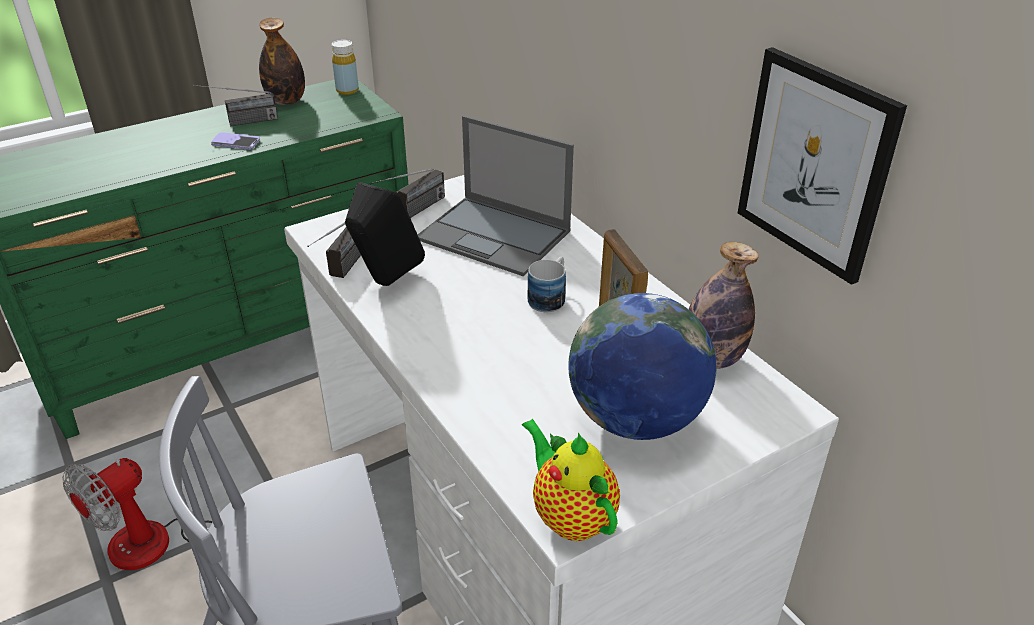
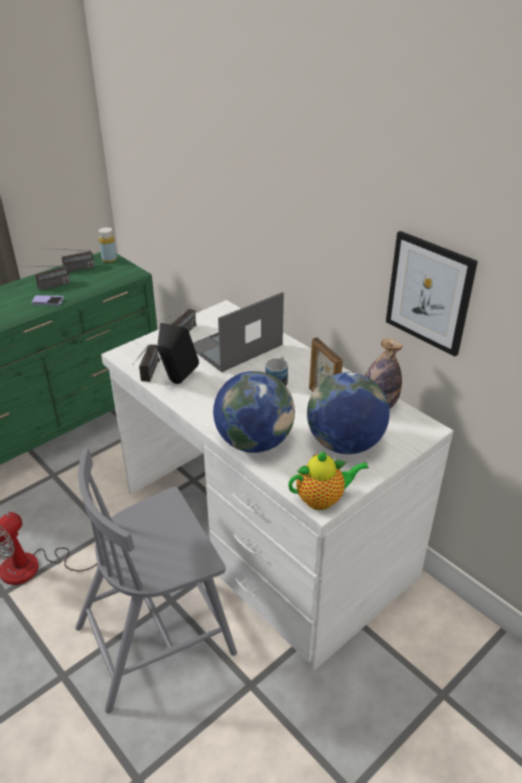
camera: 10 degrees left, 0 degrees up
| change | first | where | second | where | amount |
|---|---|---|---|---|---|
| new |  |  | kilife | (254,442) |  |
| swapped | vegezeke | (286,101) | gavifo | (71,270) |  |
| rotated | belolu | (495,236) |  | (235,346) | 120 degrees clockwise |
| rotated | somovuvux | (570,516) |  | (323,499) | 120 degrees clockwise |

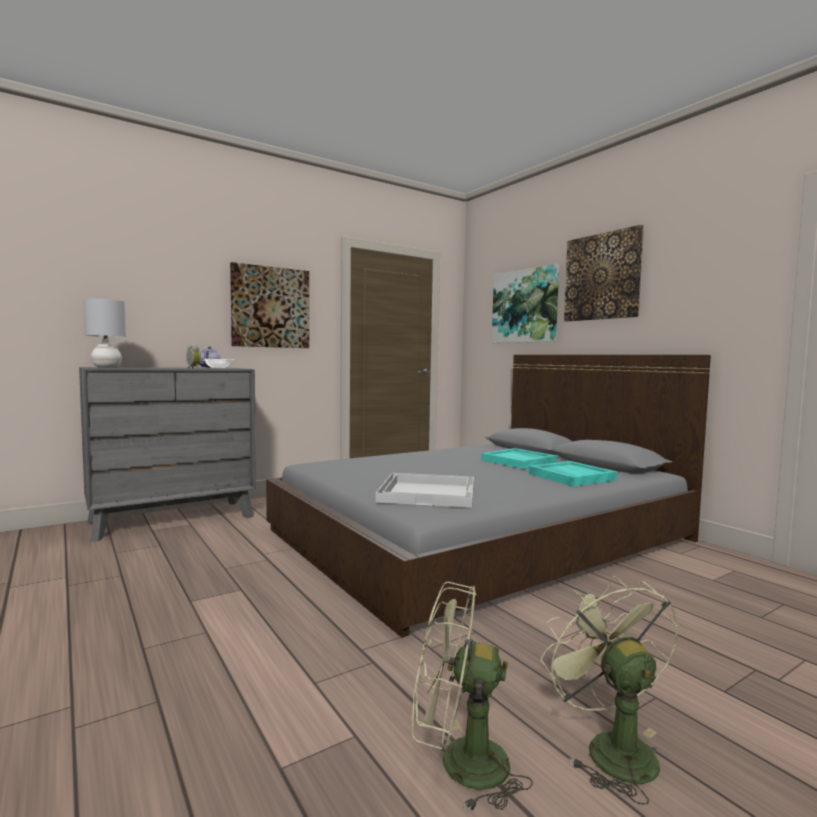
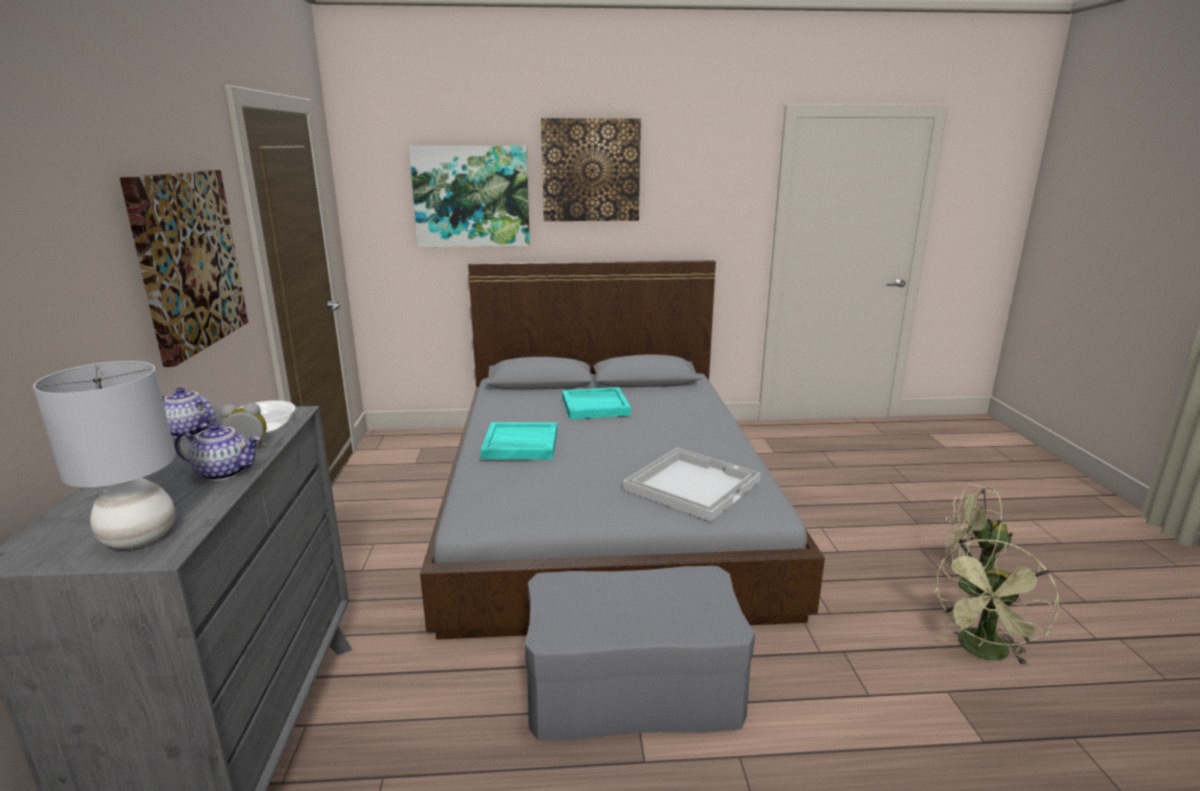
camera: 60 degrees left, 15 degrees up
| change | first | where | second | where | amount |
|---|---|---|---|---|---|
| new |  |  | somovuvux | (225,472) |  |
| new |  |  | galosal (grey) | (633,686) |  |
| shifted | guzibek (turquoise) | (570,476) |  | (520,444) |  |

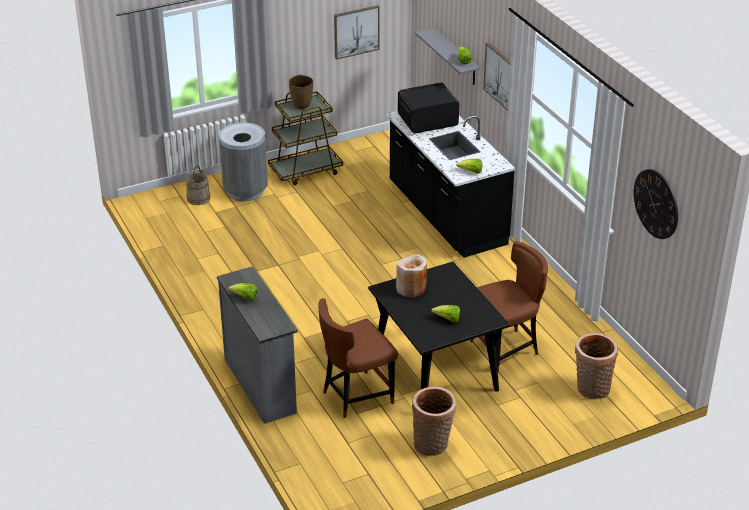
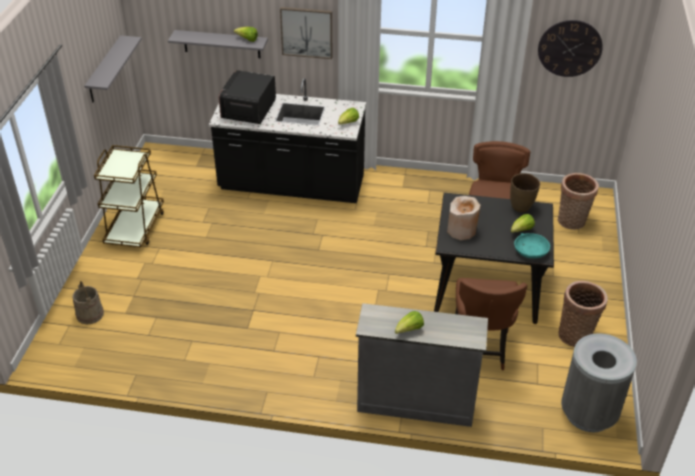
camera: 55 degrees left, 5 degrees up
| change | first | where | second | where | amount |
|---|---|---|---|---|---|
| new |  |  | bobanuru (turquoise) | (530,250) |  |
| shifted | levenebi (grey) | (245,191) |  | (588,414) |  |
| shifted | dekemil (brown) | (302,105) |  | (521,207) |  |
| swapped | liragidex | (356,31) | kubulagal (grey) | (105,70) |  |

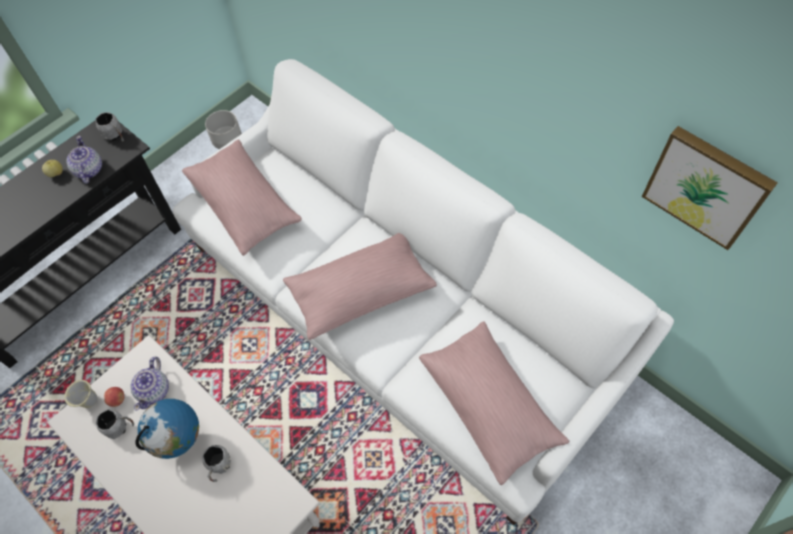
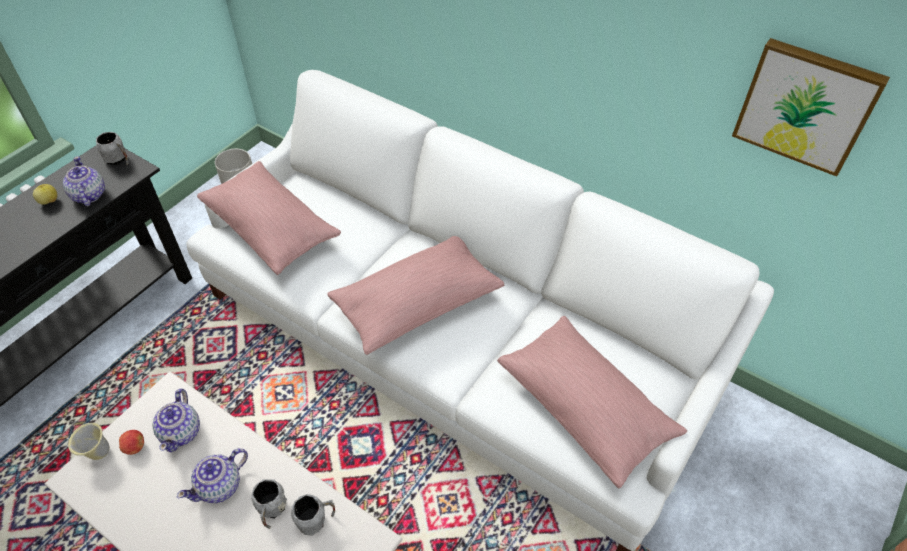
camera: 10 degrees left, 10 degrees down
| change | first | where | second | where | amount |
|---|---|---|---|---|---|
| shifted | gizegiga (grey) | (120,427) |  | (316,520) |  |
| swapped | kilife | (181,441) | somovuvux | (220,486) |  |

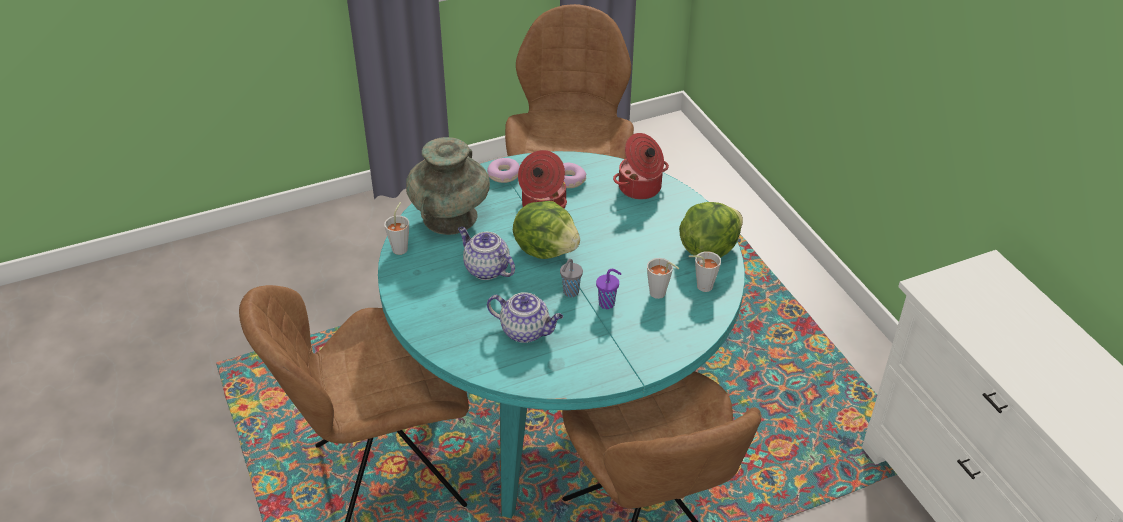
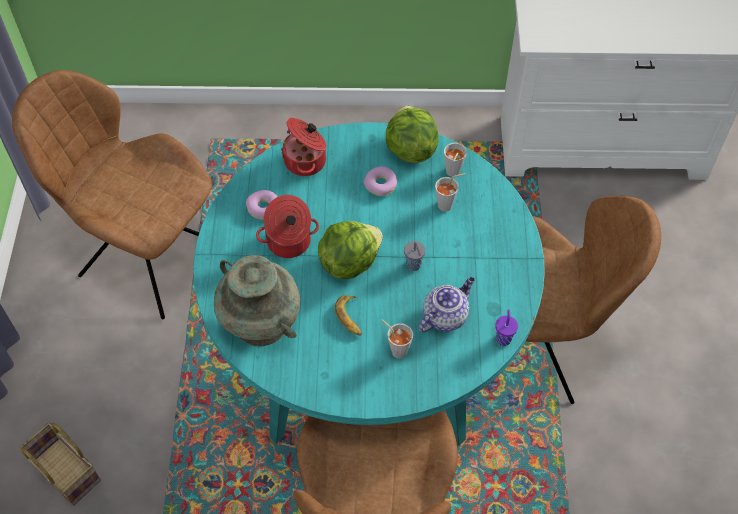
camera: 65 degrees left, 15 degrees up
| change | first | where | second | where | amount |
|---|---|---|---|---|---|
| new |  |  | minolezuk | (63,472) |  |
| shifted | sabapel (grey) | (401,247) |  | (396,349) |  |
| shifted | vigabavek | (504,175) |  | (381,185) |  |
| shifted | sabapel (purple) | (607,303) |  | (503,338) |  |
| swapped | somovuvux | (485,269) | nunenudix | (350,318) |  |

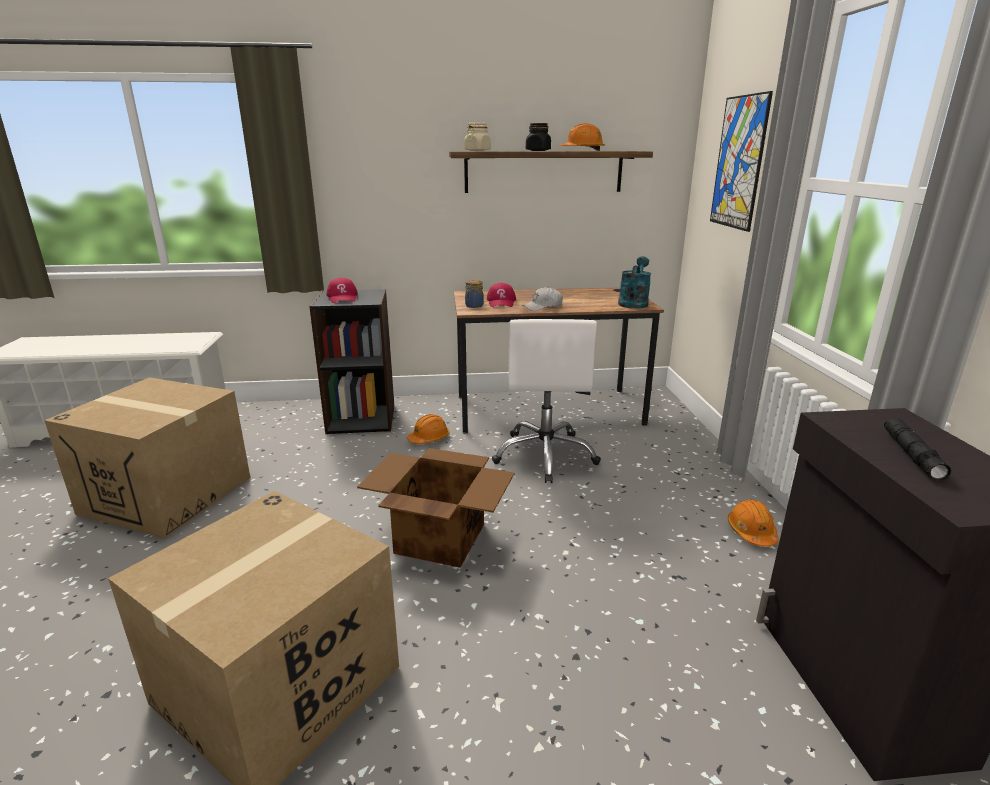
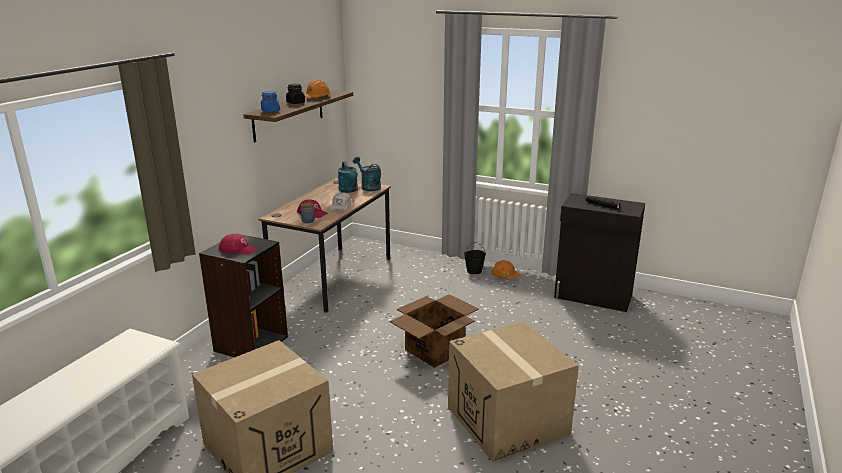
camera: 60 degrees left, 0 degrees up
| change | first | where | second | where | amount |
|---|---|---|---|---|---|
| gone | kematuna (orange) | (429,438) |  |  |  |
| gone | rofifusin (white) | (545,455) |  |  |  |
| gone | liragidex | (739,163) |  |  |  |
| new |  |  | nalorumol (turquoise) | (349,190) |  |
| new |  |  | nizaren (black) | (474,271) |  |
| repainted | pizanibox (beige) | (477,151) | pizanibox (blue) | (270,111) |  |

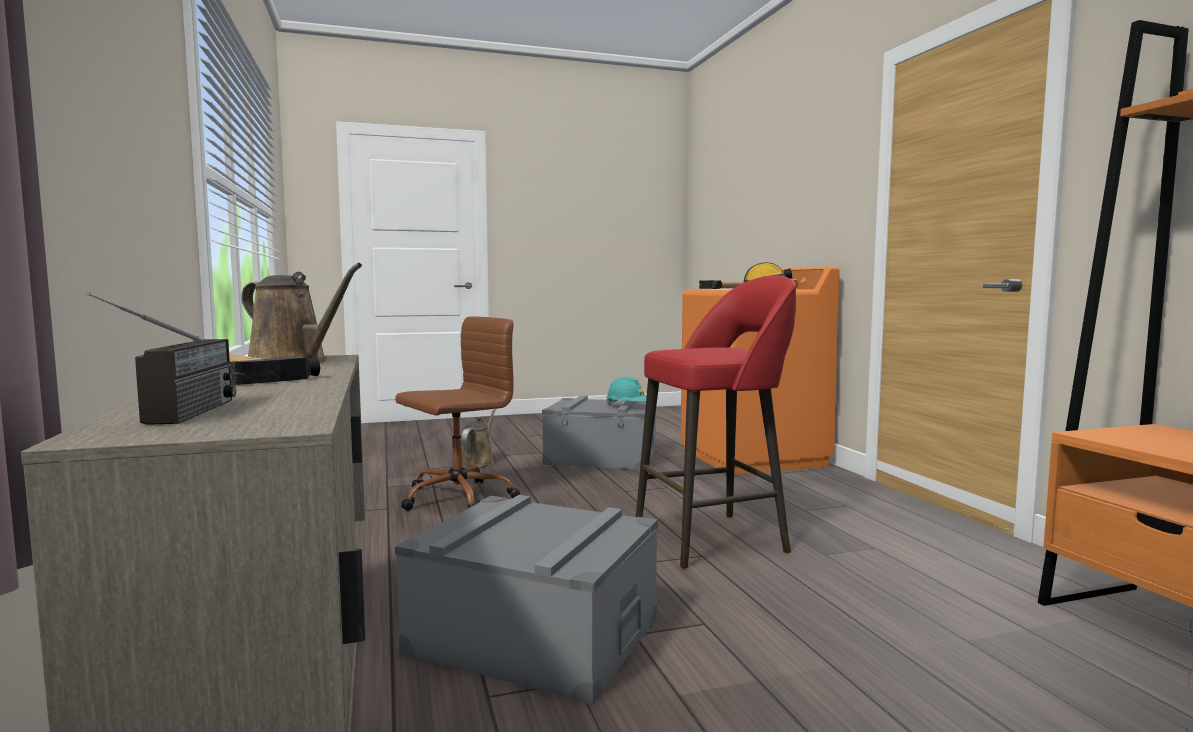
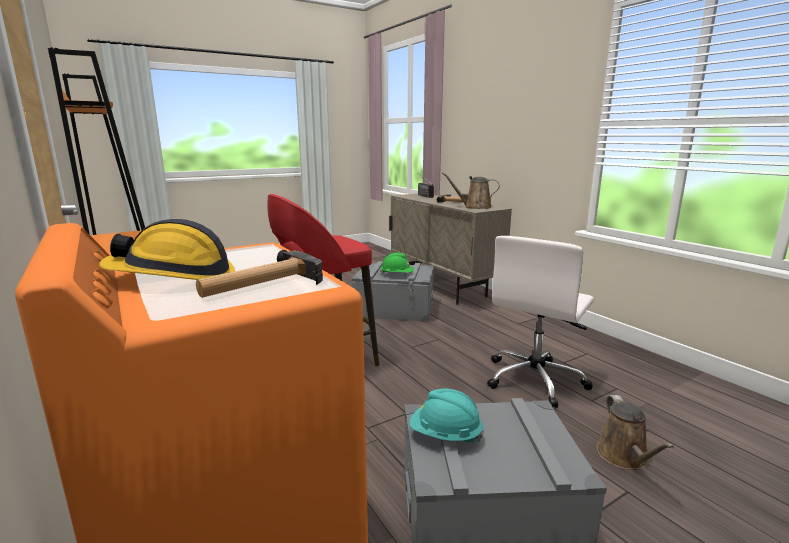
camera: 165 degrees right, 10 degrees up
| change | first | where | second | where | amount |
|---|---|---|---|---|---|
| new |  |  | kematuna (green) | (397,275) |  |
| repainted | rofifusin (brown) | (456,498) | rofifusin (white) | (535,379) |  |

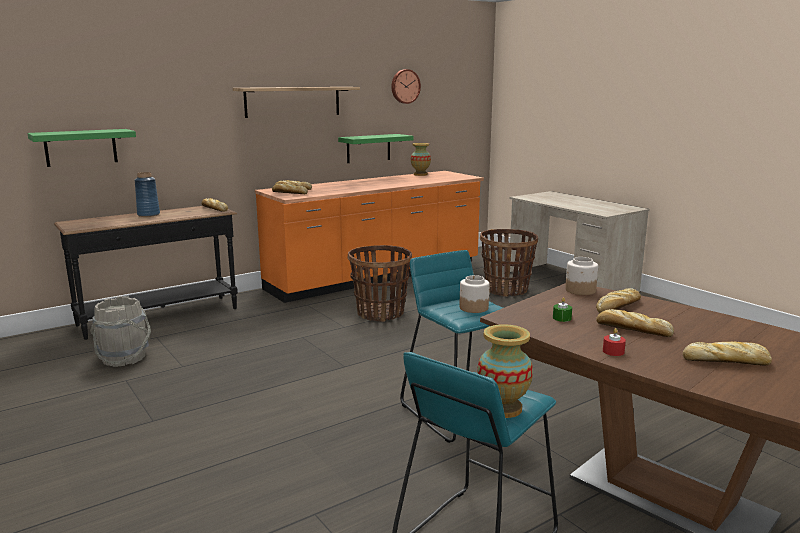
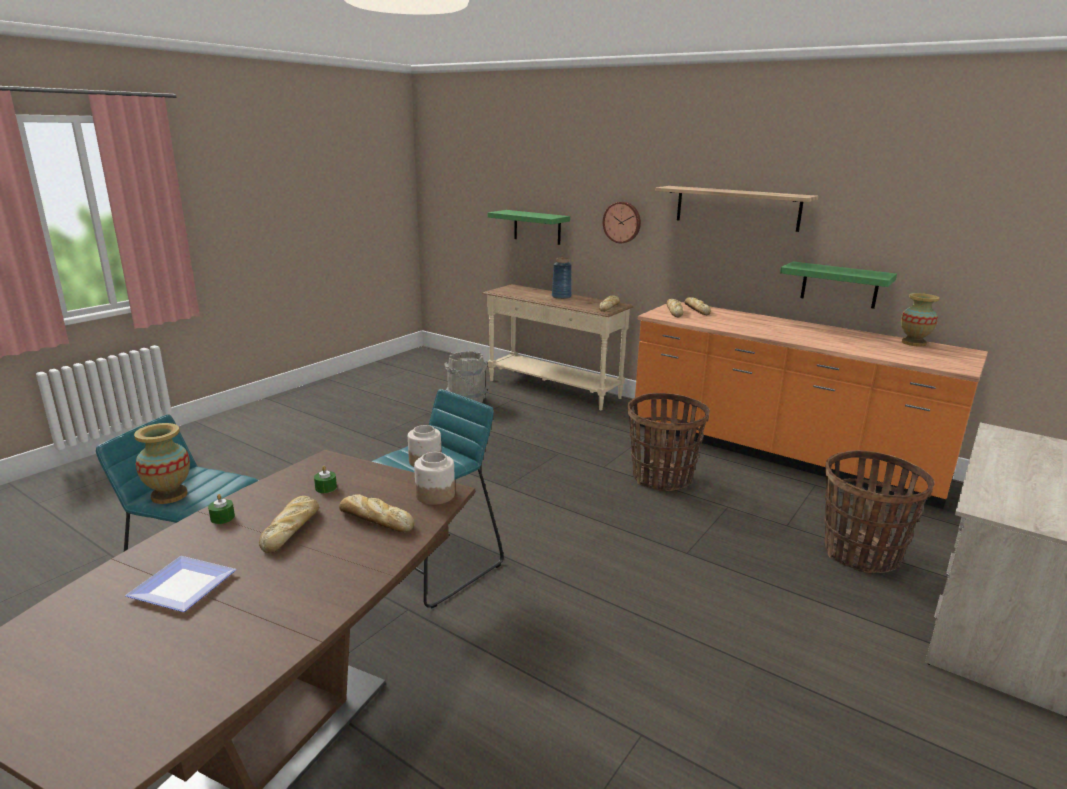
camera: 70 degrees right, 5 degrees up
| change | first | where | second | where | amount |
|---|---|---|---|---|---|
| shifted | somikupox | (405,86) |  | (622,222) |  |
| swapped | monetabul | (727,361) | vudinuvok | (183,589) |  |
| repainted | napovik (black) | (159,317) | napovik (beige) | (553,389) |  |
| repainted | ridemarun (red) | (613,351) | ridemarun (green) | (222,518) |  |

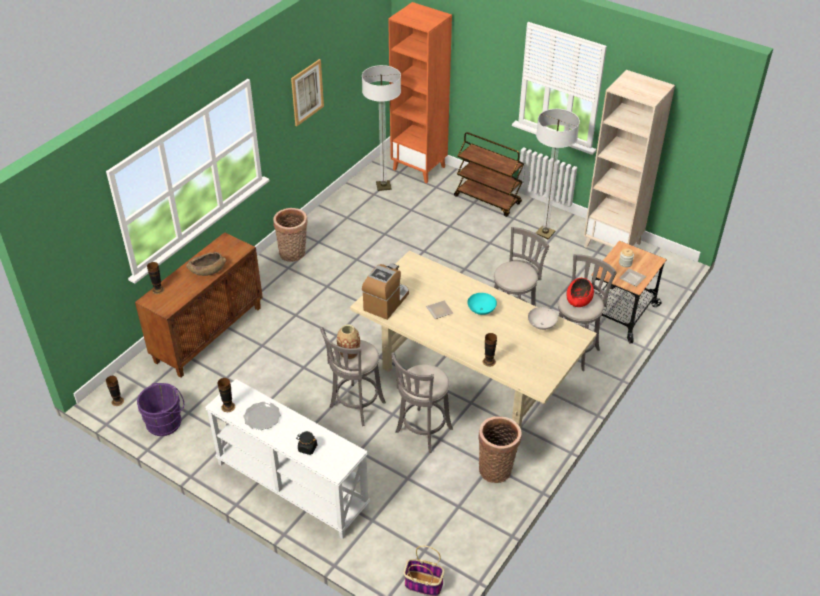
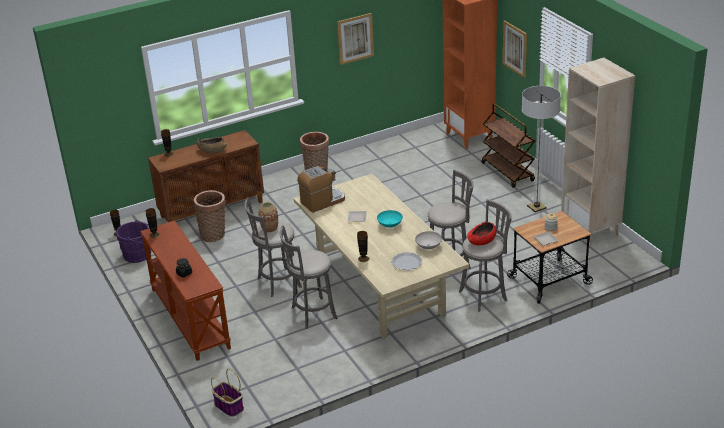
camera: 30 degrees right, 10 degrees down
| change | first | where | second | where | amount |
|---|---|---|---|---|---|
| gone | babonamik | (383,186) |  |  |  |
| new |  |  | liragidex | (515,48) |  |
| shifted | vudinuvok | (262,417) |  | (406,262) |  |
| shifted | minolezuk | (496,468) |  | (214,235) |  |
| repainted | napovik (white) | (291,486) | napovik (brown) | (189,318) |  |

